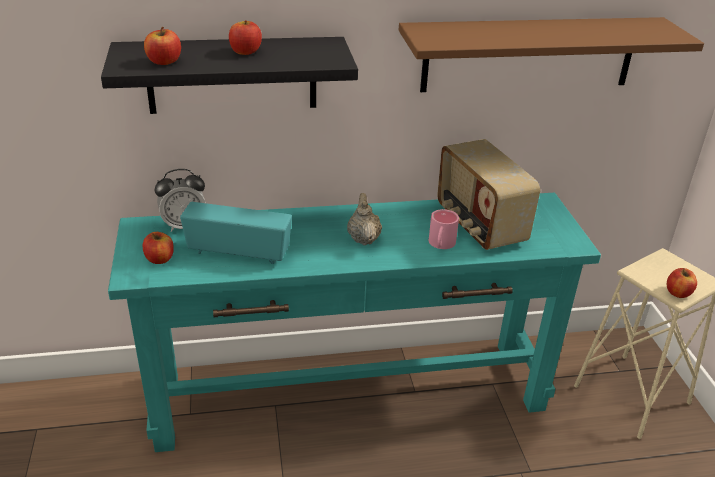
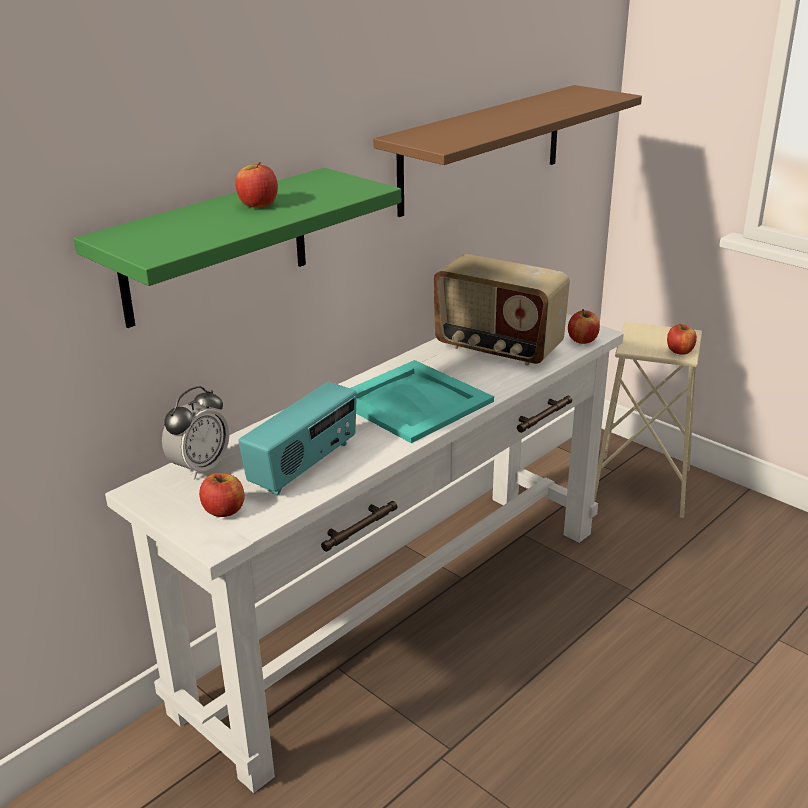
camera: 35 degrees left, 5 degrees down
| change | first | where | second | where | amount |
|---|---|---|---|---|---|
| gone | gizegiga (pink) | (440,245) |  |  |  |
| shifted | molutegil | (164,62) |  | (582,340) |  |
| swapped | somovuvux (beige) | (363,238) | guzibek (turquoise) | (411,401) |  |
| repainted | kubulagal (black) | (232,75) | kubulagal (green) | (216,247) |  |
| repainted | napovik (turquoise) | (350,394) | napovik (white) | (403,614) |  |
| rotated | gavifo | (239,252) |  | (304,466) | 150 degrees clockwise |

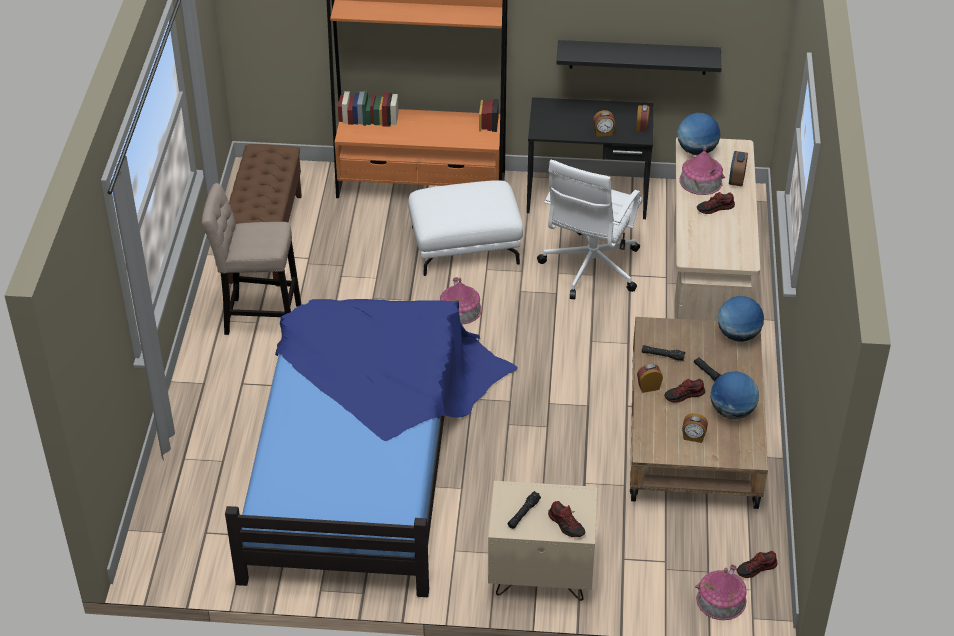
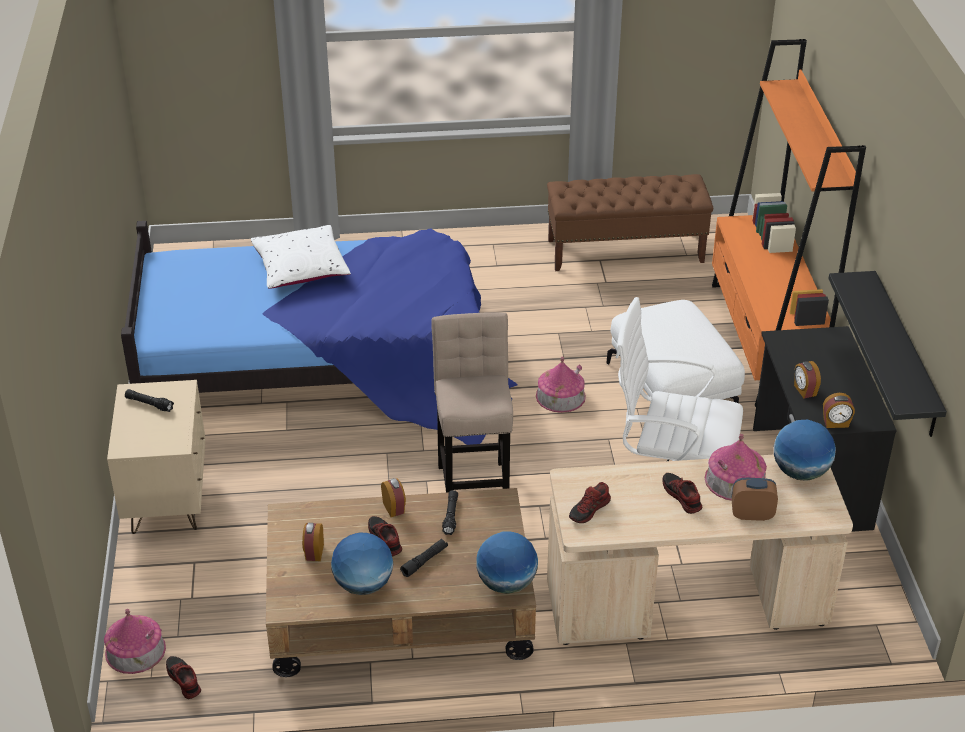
camera: 80 degrees right, 5 degrees down
| change | first | where | second | where | amount |
|---|---|---|---|---|---|
| new |  |  | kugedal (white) | (301,269) |  |
| shifted | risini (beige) | (258,317) |  | (474,488) |  |
| shifted | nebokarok | (566,524) |  | (589,510) |  |

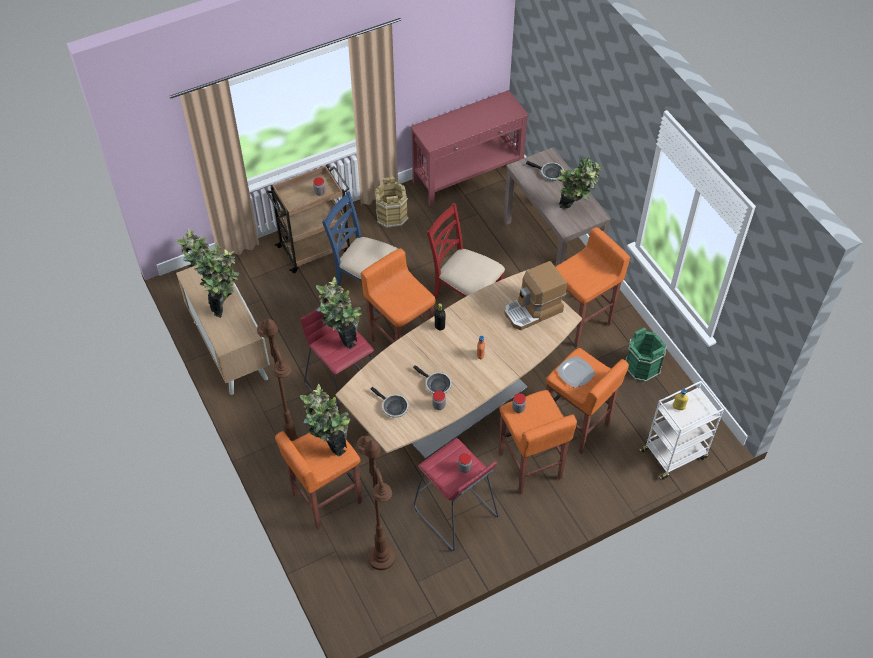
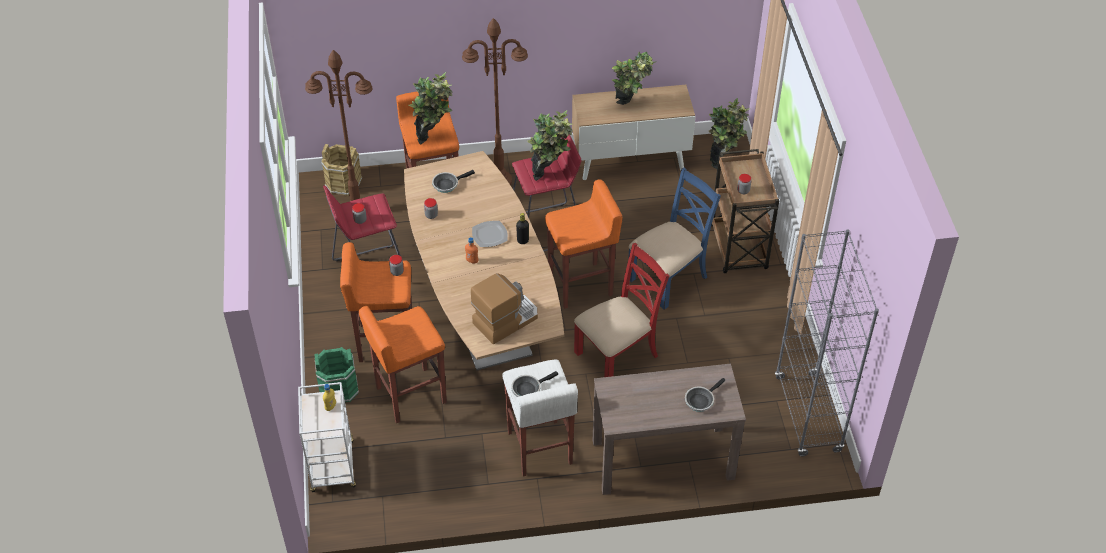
camera: 110 degrees right, 5 degrees down
| change | first | where | second | where | amount |
|---|---|---|---|---|---|
| gone | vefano | (575,211) |  |  |  |
| shifted | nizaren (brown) | (392,216) |  | (343,183) |  |
| shifted | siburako | (436,385) |  | (528,388) |  |
| shifted | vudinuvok | (575,373) |  | (489,235) |  |
| shifted | nizaren (green) | (642,367) |  | (338,388) |  |
| swapped | napovik (red) | (468,175) | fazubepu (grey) | (807,414) |  |
| repainted | risini (orange) | (581,322) | risini (white) | (539,448) |  |
| rotated | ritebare | (533,311) |  | (505,319) | 60 degrees clockwise |

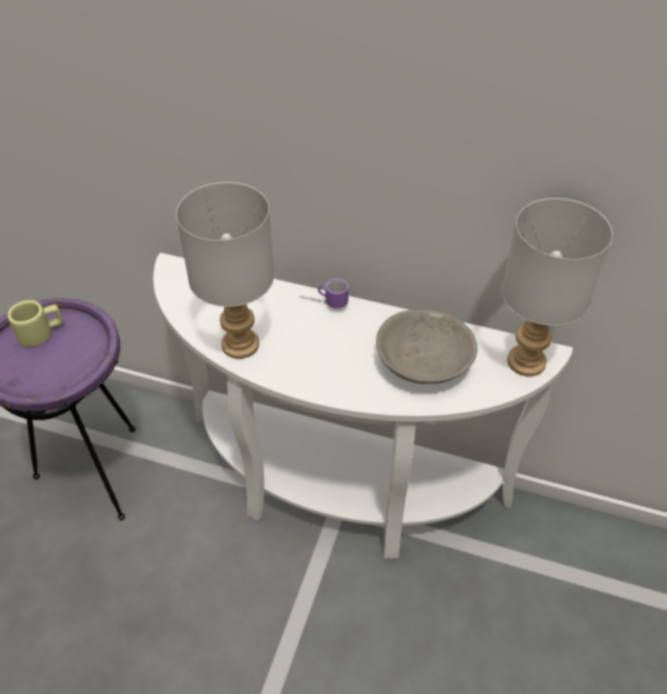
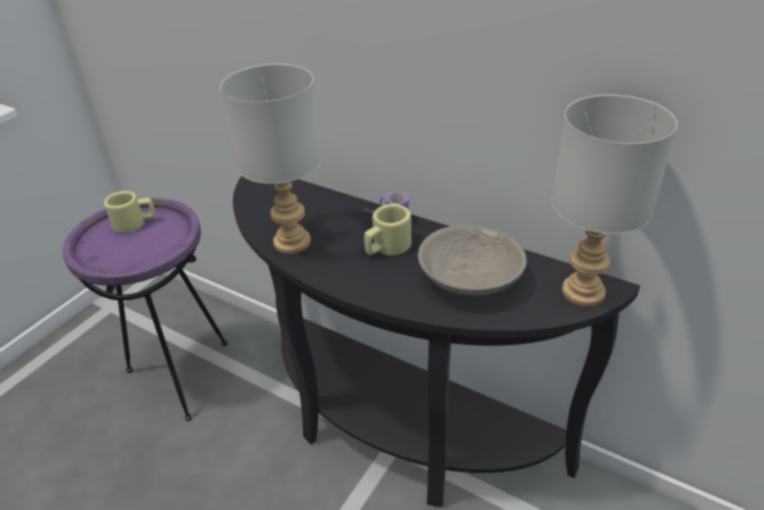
camera: 15 degrees right, 10 degrees down
| change | first | where | second | where | amount |
|---|---|---|---|---|---|
| new |  |  | gizegiga (beige) | (386,248) |  |
| repainted | napovik (white) | (336,491) | napovik (black) | (395,429) |  |

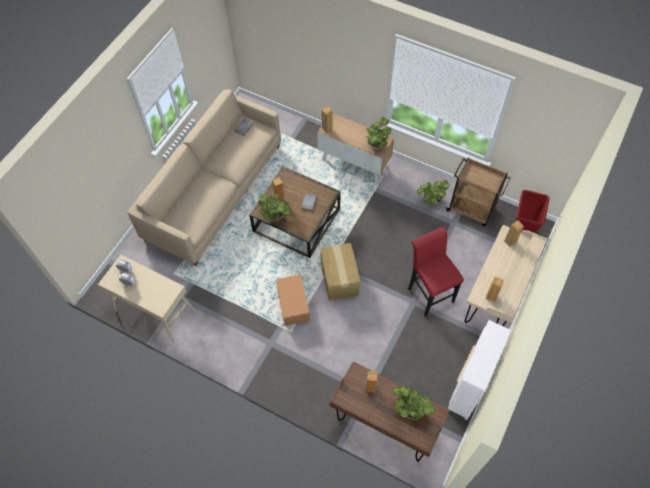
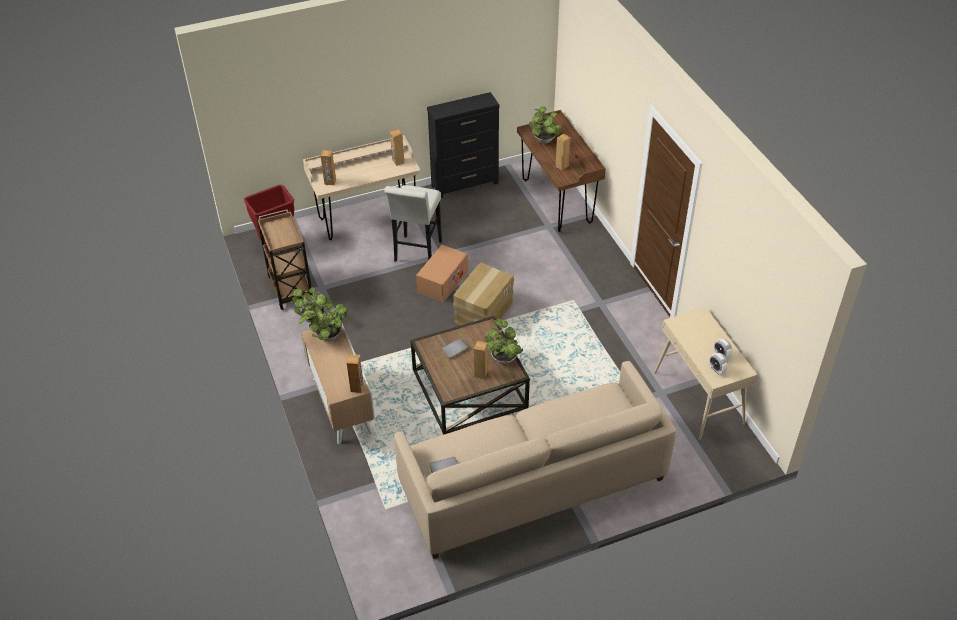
camera: 140 degrees left, 15 degrees down
| change | first | where | second | where | amount |
|---|---|---|---|---|---|
| shifted | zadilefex | (293,304) |  | (442,281) |  |
| repainted | risini (red) | (428,292) | risini (white) | (417,254) |  |
| repainted | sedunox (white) | (468,388) | sedunox (black) | (465,184) |  |

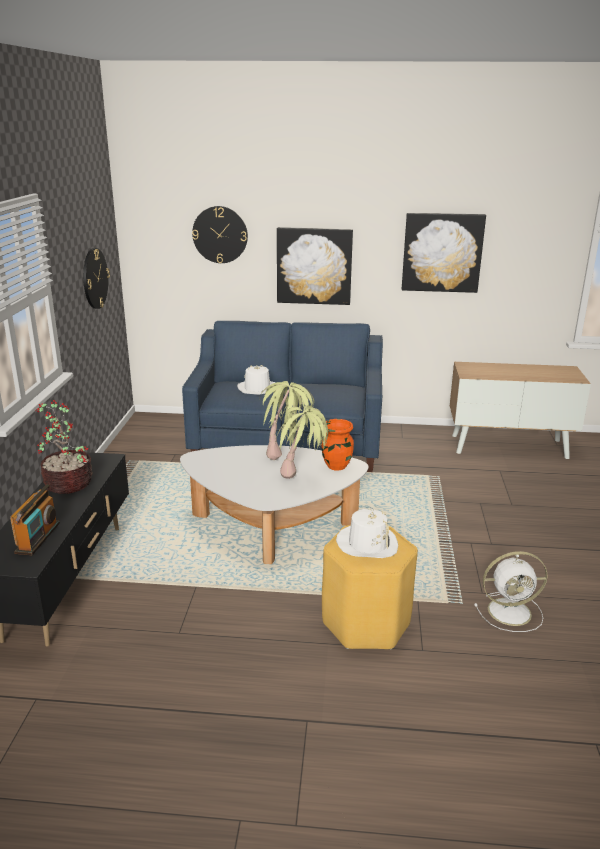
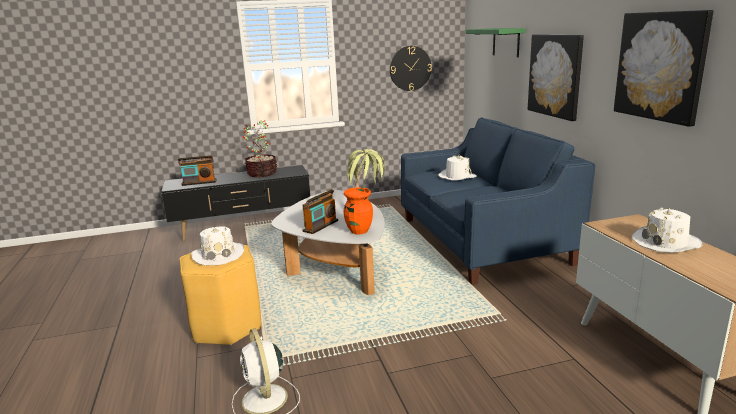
camera: 70 degrees right, 5 degrees down
| change | first | where | second | where | amount |
|---|---|---|---|---|---|
| new |  |  | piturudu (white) | (666,242) |  |
| swapped | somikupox | (220,234) | kubulagal (green) | (506,42) |  |
| swapped | vefano | (302,482) | gavifo | (321,226) |  |

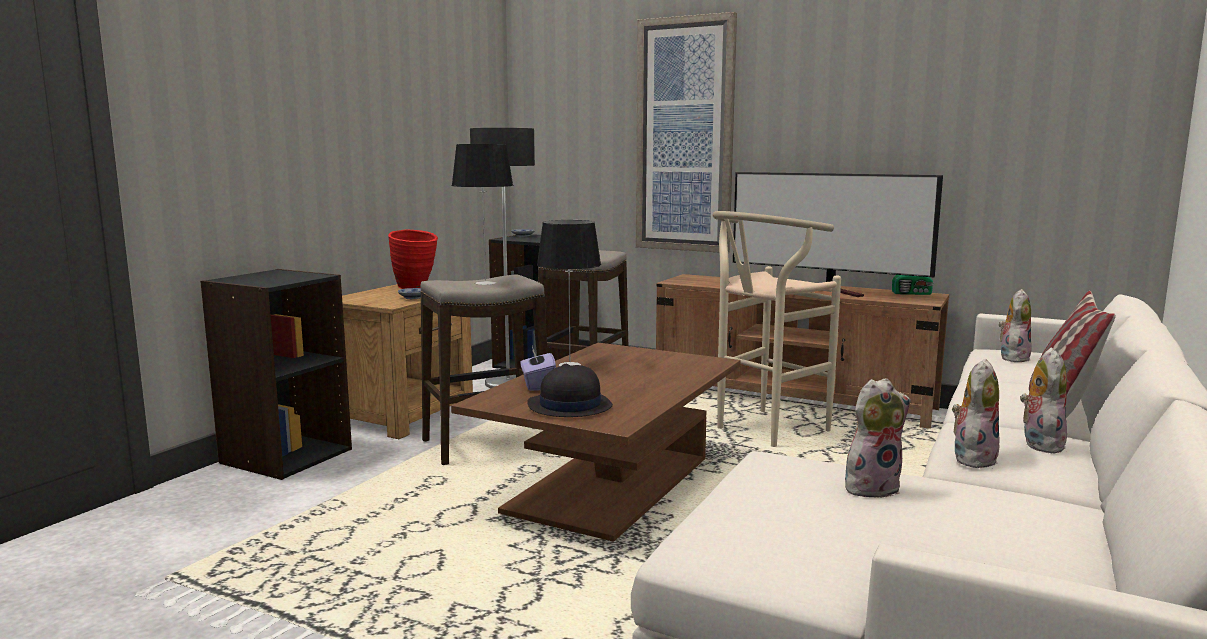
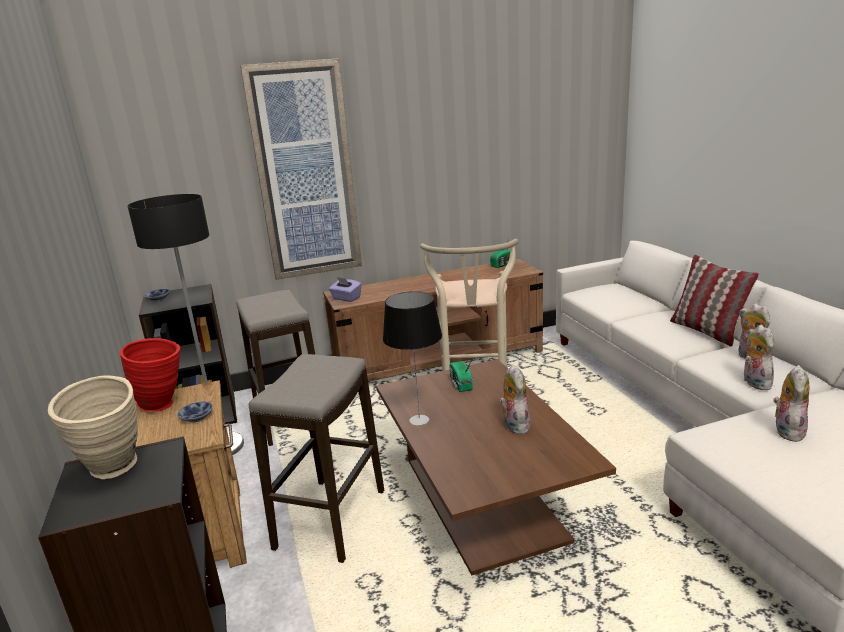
camera: 45 degrees left, 10 degrees up
| change | first | where | second | where | amount |
|---|---|---|---|---|---|
| gone | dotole | (485,283) |  |  |  |
| gone | piturudu (black) | (569,406) |  |  |  |
| gone | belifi | (829,292) |  |  |  |
| new |  |  | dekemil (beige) | (114,471) |  |
| new |  |  | gavifo | (460,384) |  |
| shifted | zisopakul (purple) | (538,385) |  | (346,298) |  |
| shifted | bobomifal | (1012,358) |  | (514,425) |  |

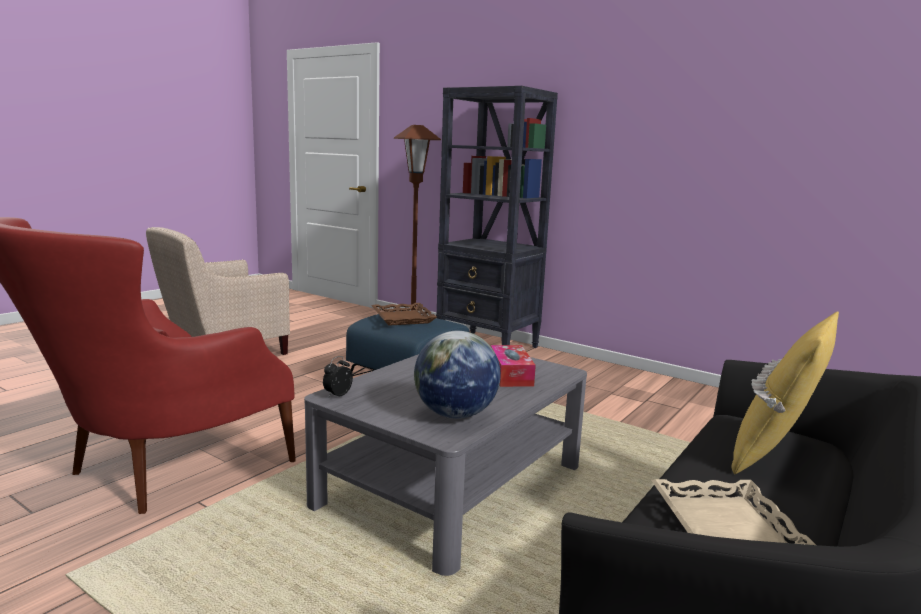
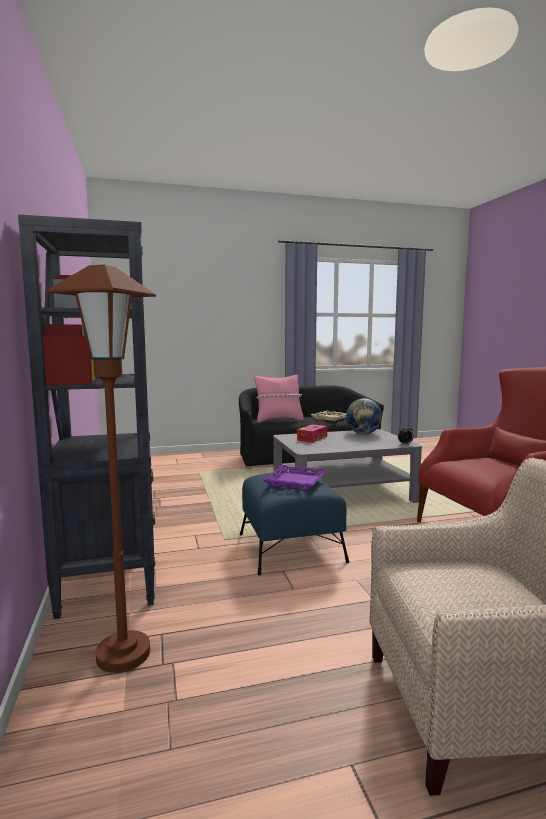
camera: 140 degrees left, 5 degrees down
| change | first | where | second | where | amount |
|---|---|---|---|---|---|
| repainted | guzibek (brown) | (402,318) | guzibek (purple) | (296,481) |  |
| repainted | kugedal (yellow) | (776,454) | kugedal (pink) | (278,420) |  |

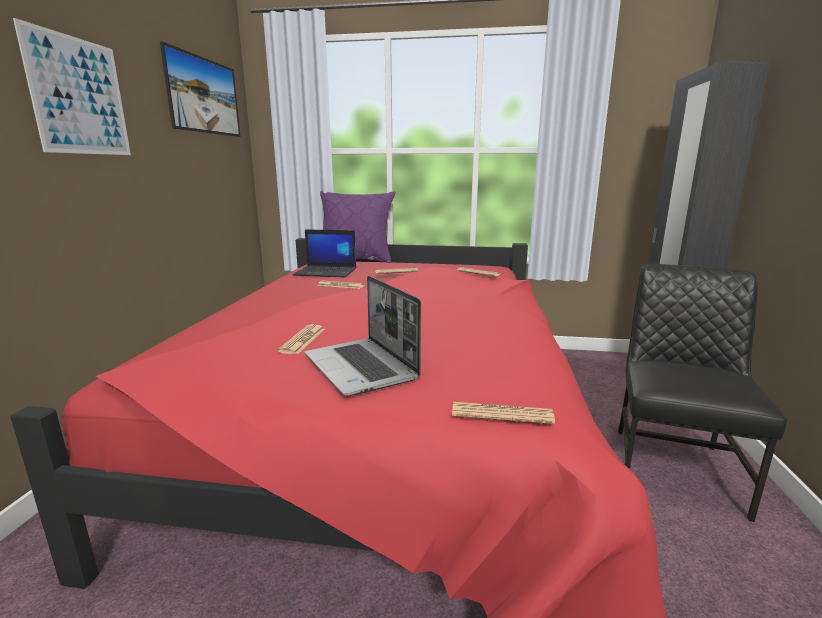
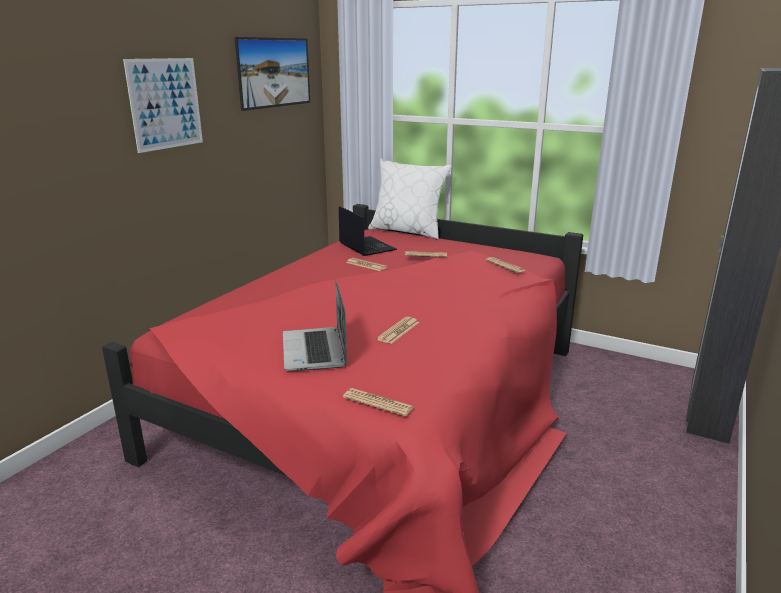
camera: 20 degrees right, 5 degrees up
| change | first | where | second | where | amount |
|---|---|---|---|---|---|
| gone | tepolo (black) | (673,468) |  |  |  |
| shifted | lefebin | (303,340) |  | (398,331) |  |
| repainted | kugedal (purple) | (356,259) | kugedal (white) | (408,231) |  |
| rotated | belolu | (327,272) |  | (366,246) | 150 degrees counterclockwise |

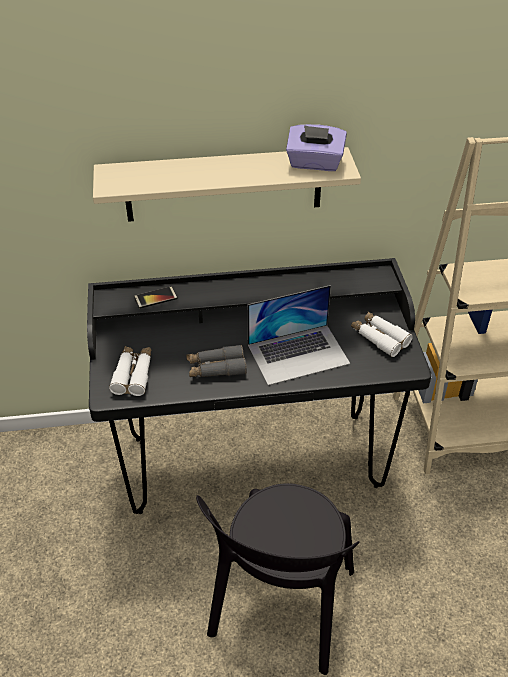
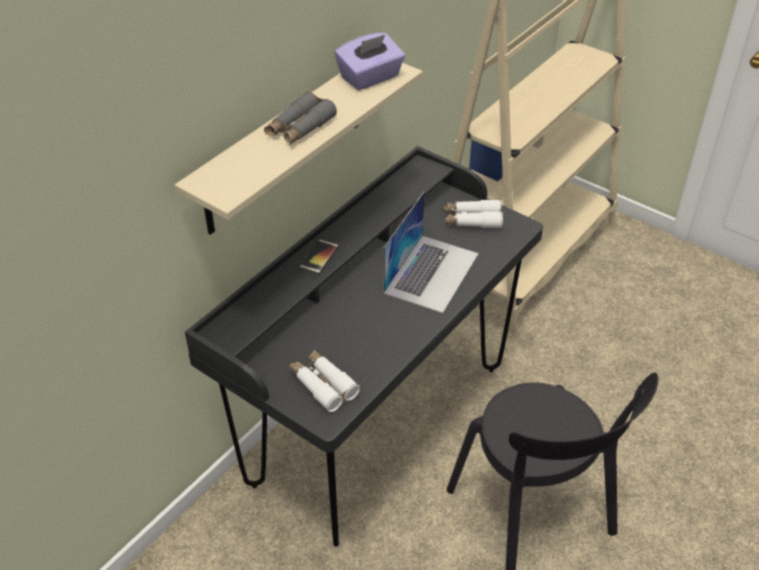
camera: 45 degrees left, 0 degrees up
| change | first | where | second | where | amount |
|---|---|---|---|---|---|
| shifted | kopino | (155,298) |  | (319,257) |  |
| shifted | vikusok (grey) | (216,368) |  | (300,128) |  |

